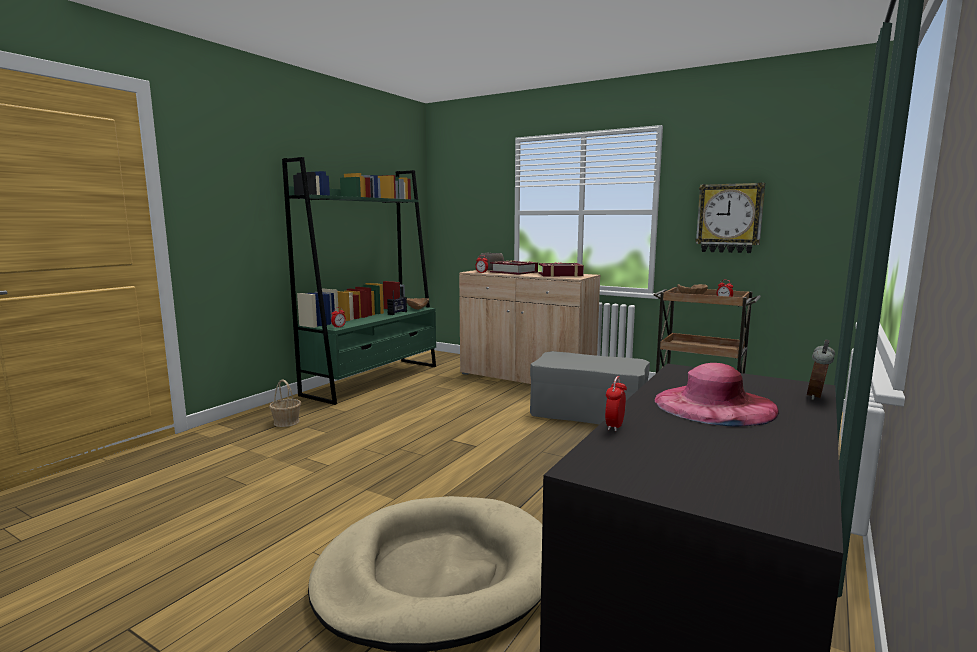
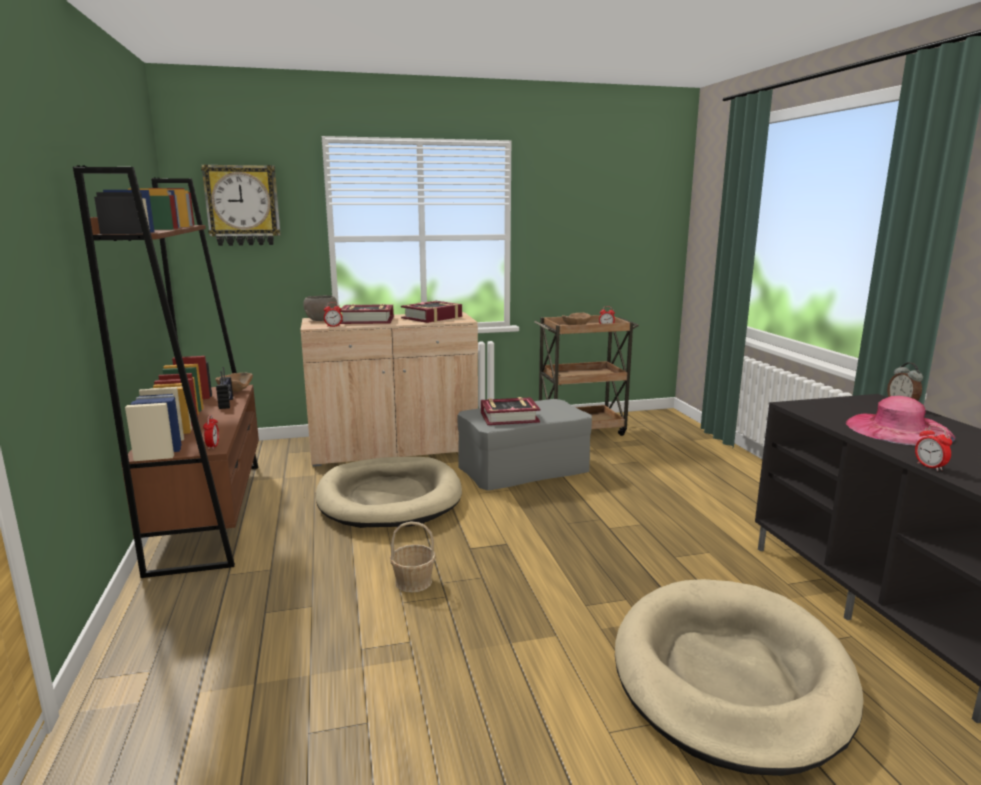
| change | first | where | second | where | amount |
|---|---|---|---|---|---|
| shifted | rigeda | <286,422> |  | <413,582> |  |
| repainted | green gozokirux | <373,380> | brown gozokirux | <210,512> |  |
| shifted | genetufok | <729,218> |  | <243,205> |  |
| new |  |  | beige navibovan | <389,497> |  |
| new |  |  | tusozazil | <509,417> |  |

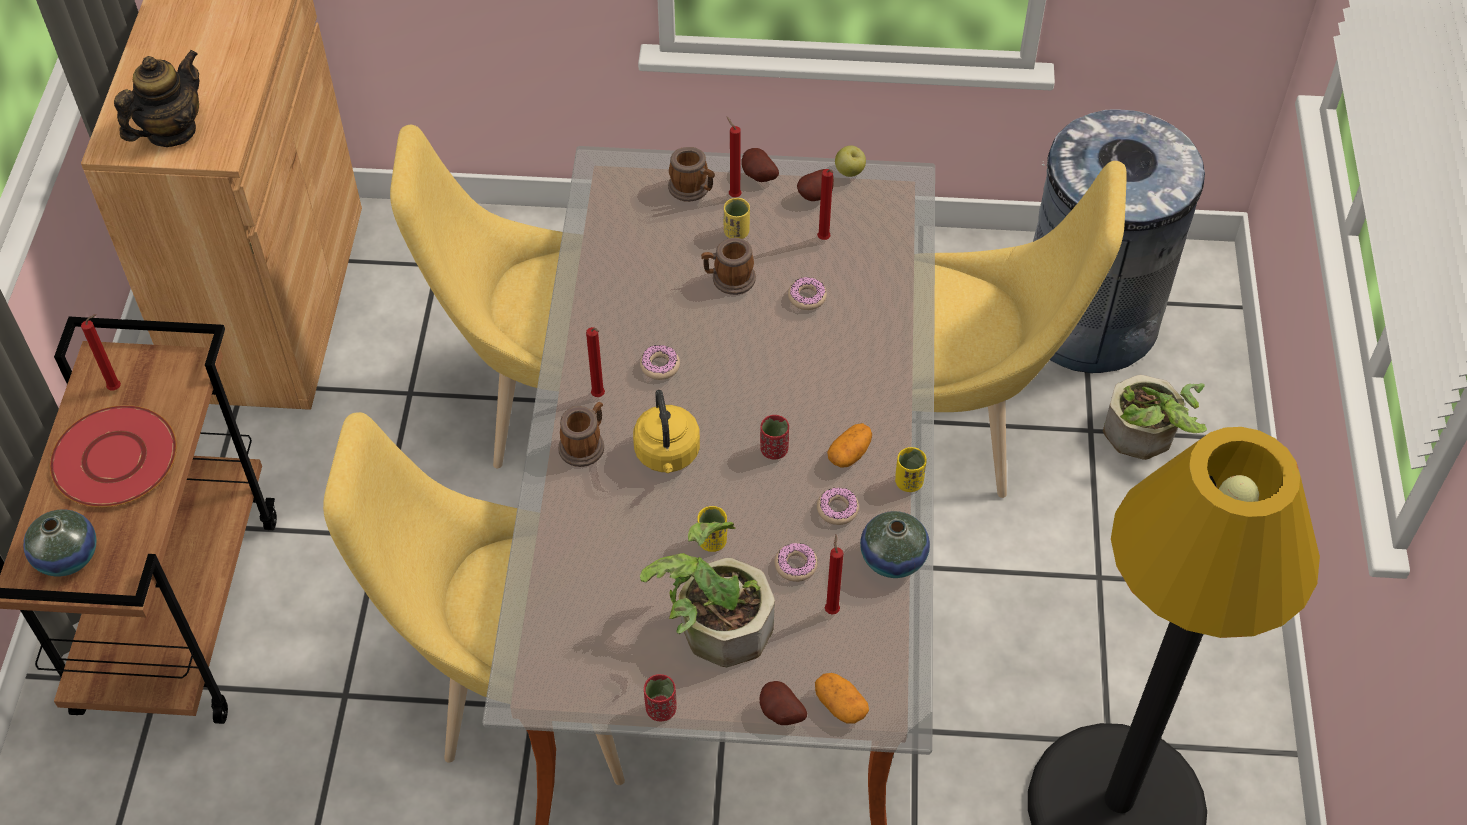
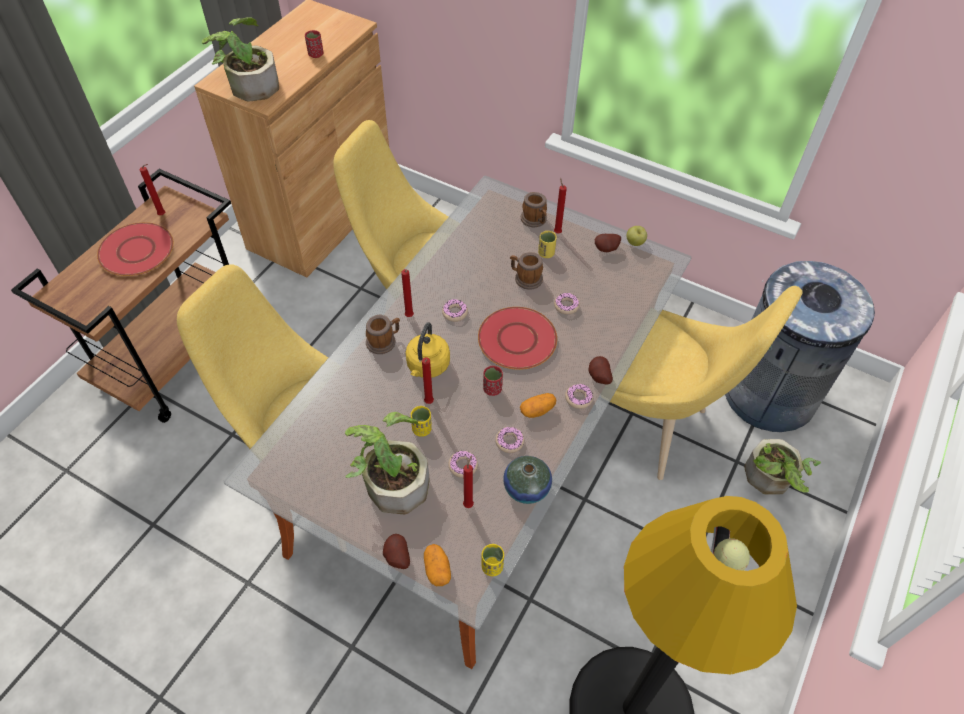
| change | first | where | second | where | amount |
|---|---|---|---|---|---|
| gone | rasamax | <67,556> |  |  |  |
| swapped | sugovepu | <171,131> | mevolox | <249,84> |  |
| shifted | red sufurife | <661,709> |  | <316,54> |  |
| shifted | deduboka | <757,176> |  | <598,377> |  |
| shifted | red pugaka | <824,240> |  | <428,403> |  |
| shifted | yellow sufurife | <908,482> |  | <492,566> |  |
| new |  |  | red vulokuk | <516,339> |  |
| new |  |  | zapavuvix | <578,398> |  |

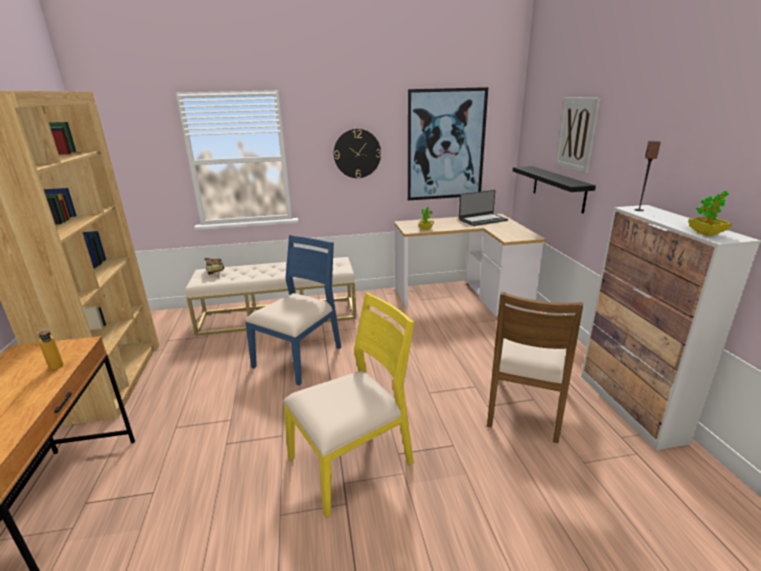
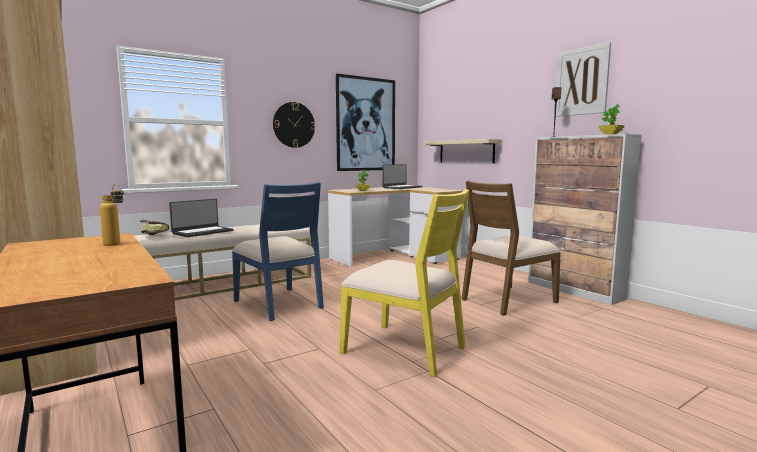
| change | first | where | second | where | amount |
|---|---|---|---|---|---|
| rotated | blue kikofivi | <299,357> |  | <279,304> | 135 degrees clockwise |
| rotated | yellow kikofivi | <352,461> |  | <405,349> | 90 degrees clockwise |
| rotated | brown kikofivi | <525,406> |  | <507,300> | 60 degrees clockwise |
| repainted | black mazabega | <558,188> | beige mazabega | <466,151> |  |
| shifted | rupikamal | <576,134> |  | <582,81> |  |
| new |  |  | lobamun | <202,232> |  |

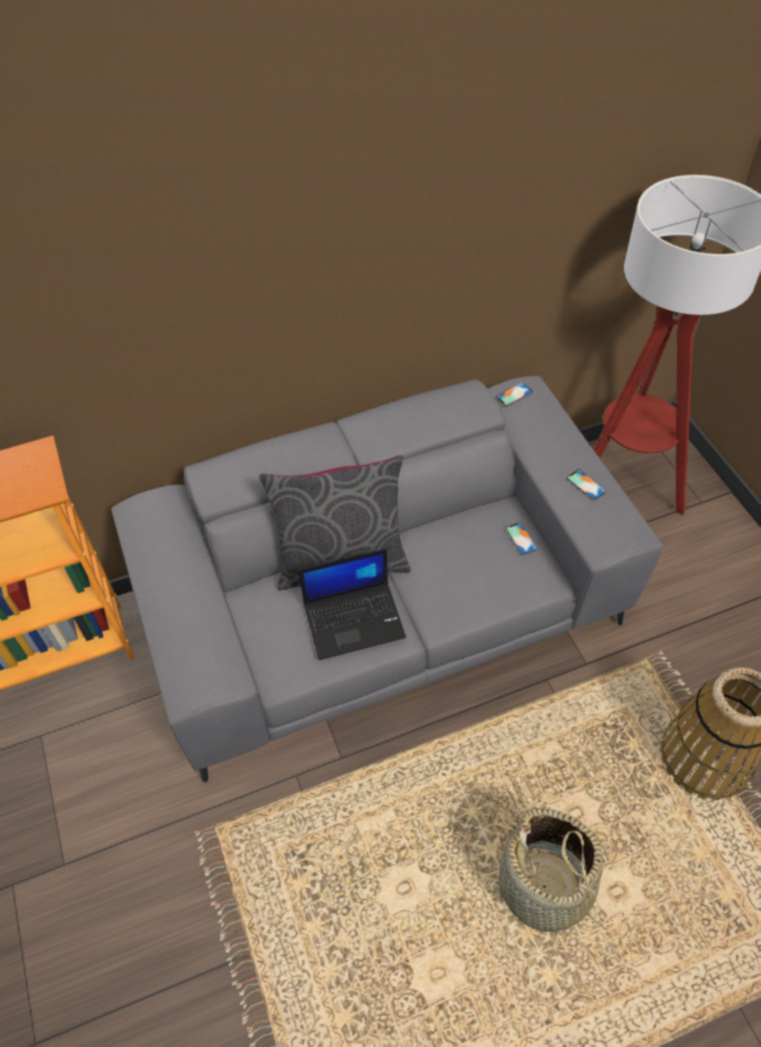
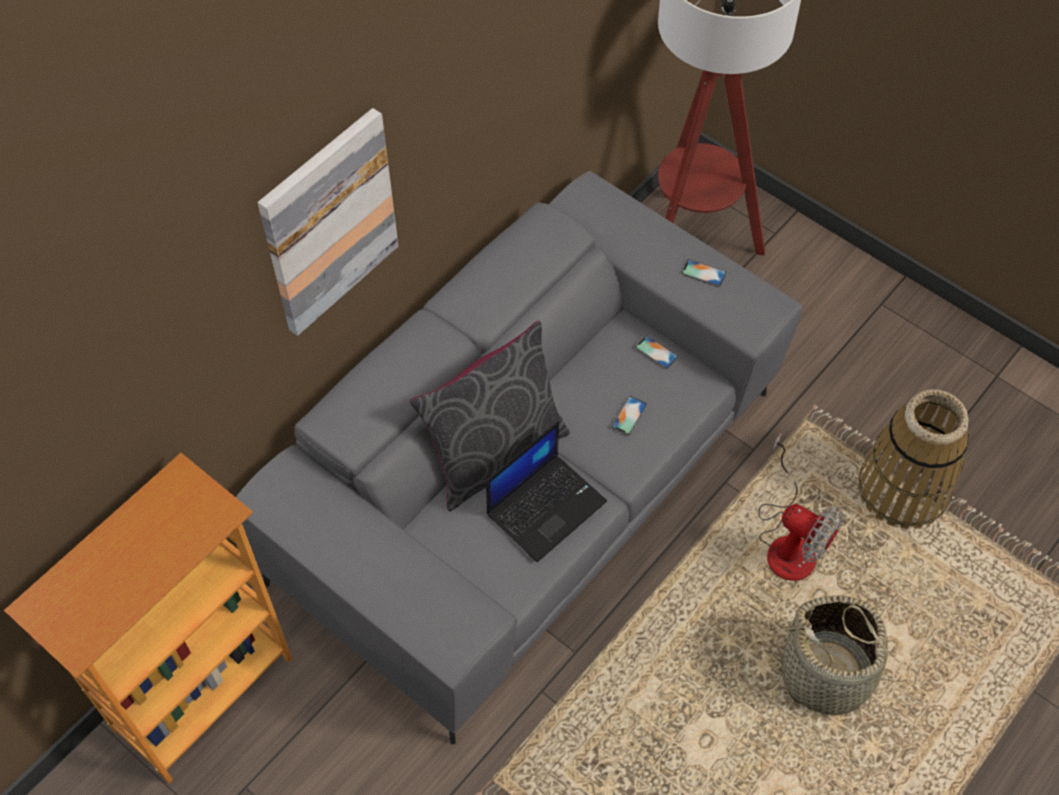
| change | first | where | second | where | amount |
|---|---|---|---|---|---|
| shifted | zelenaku | <514,394> |  | <629,416> |  |
| new |  |  | rupikamal | <329,223> |  |
| new |  |  | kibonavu | <788,541> |  |

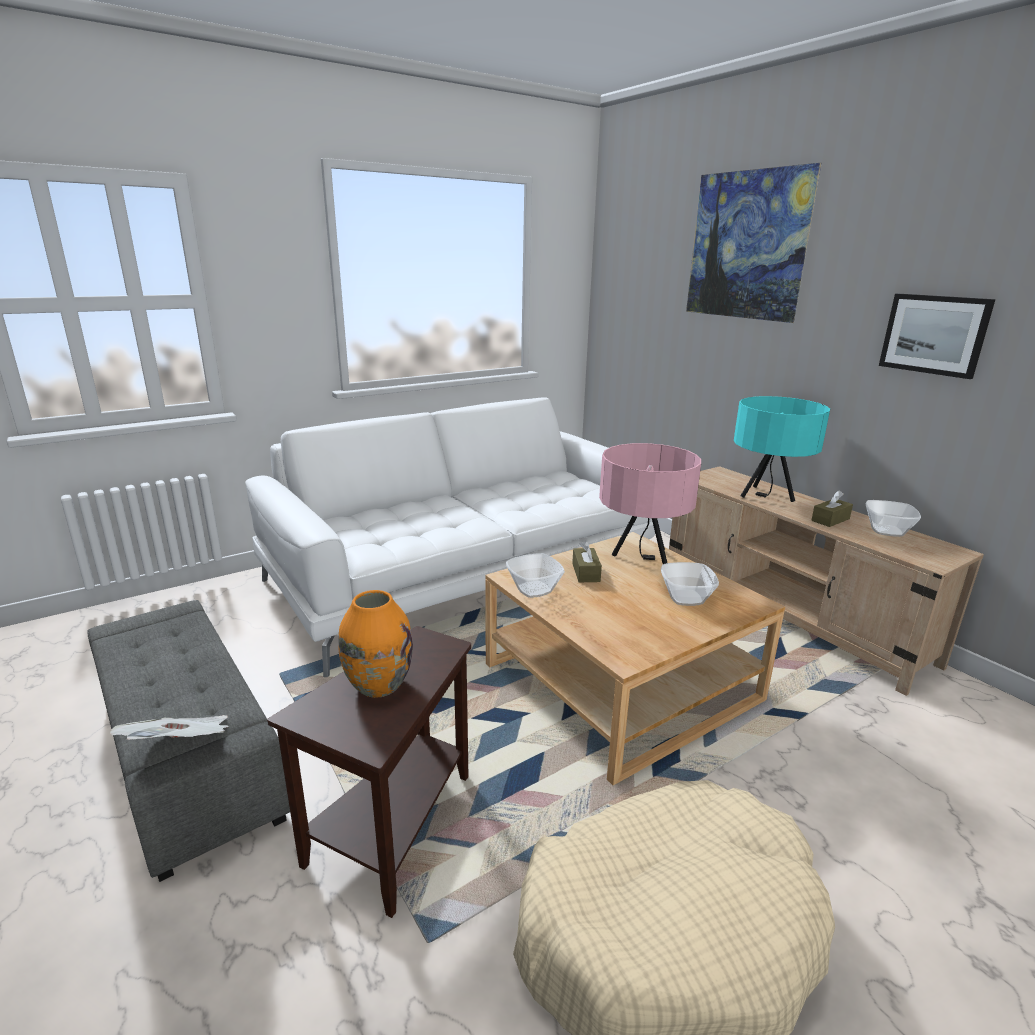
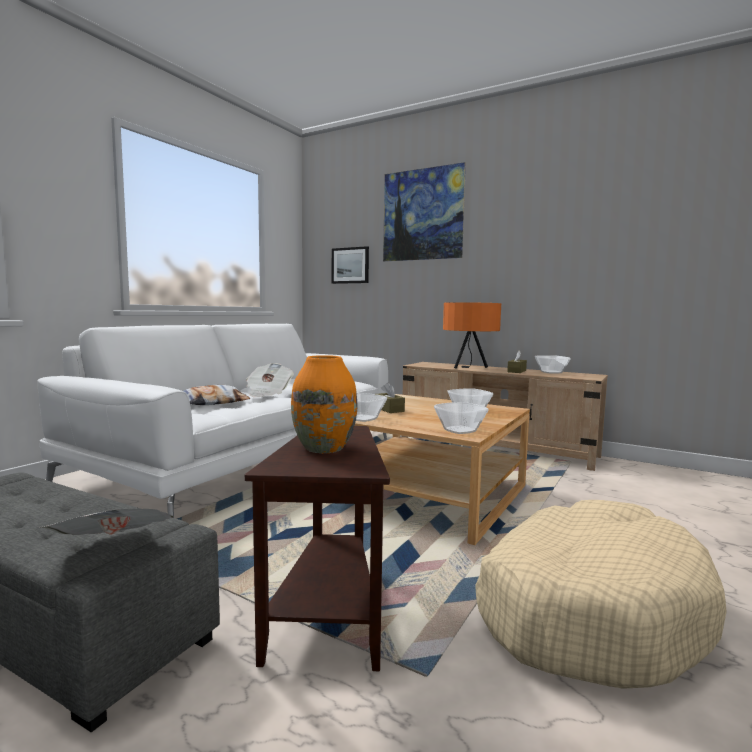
| change | first | where | second | where | amount |
|---|---|---|---|---|---|
| gone | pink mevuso | <641,558> |  |  |  |
| repainted | turquoise mevuso | <767,497> | orange mevuso | <469,367> |  |
| shifted | rupikamal | <934,334> |  | <350,265> |  |
| new |  |  | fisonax | <212,402> |  |
| new |  |  | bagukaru | <268,393> |  |
| new |  |  | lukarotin | <459,430> |  |

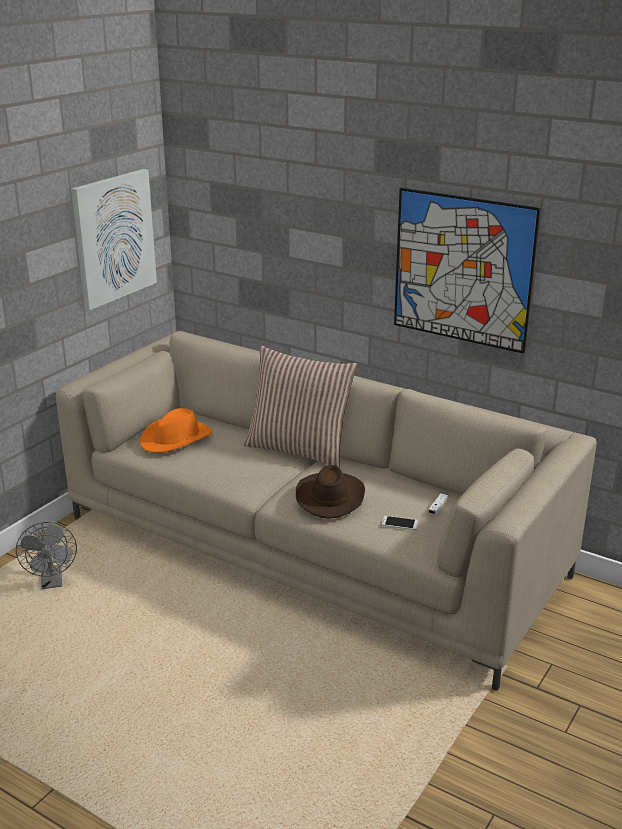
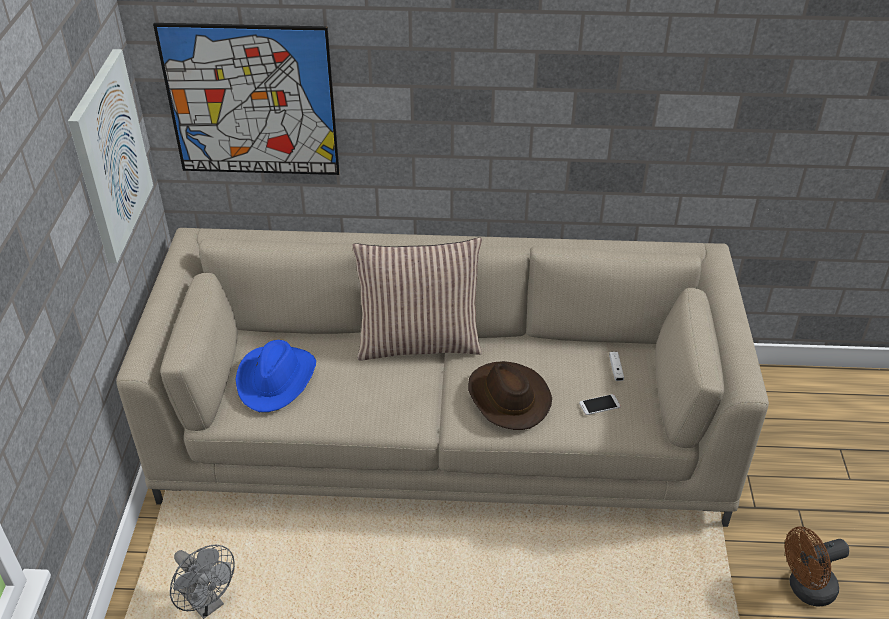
| change | first | where | second | where | amount |
|---|---|---|---|---|---|
| repainted | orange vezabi | <176,439> | blue vezabi | <276,379> |  |
| shifted | rupikamal | <462,269> |  | <251,101> |  |
| new |  |  | brown kibonavu | <805,589> |  |

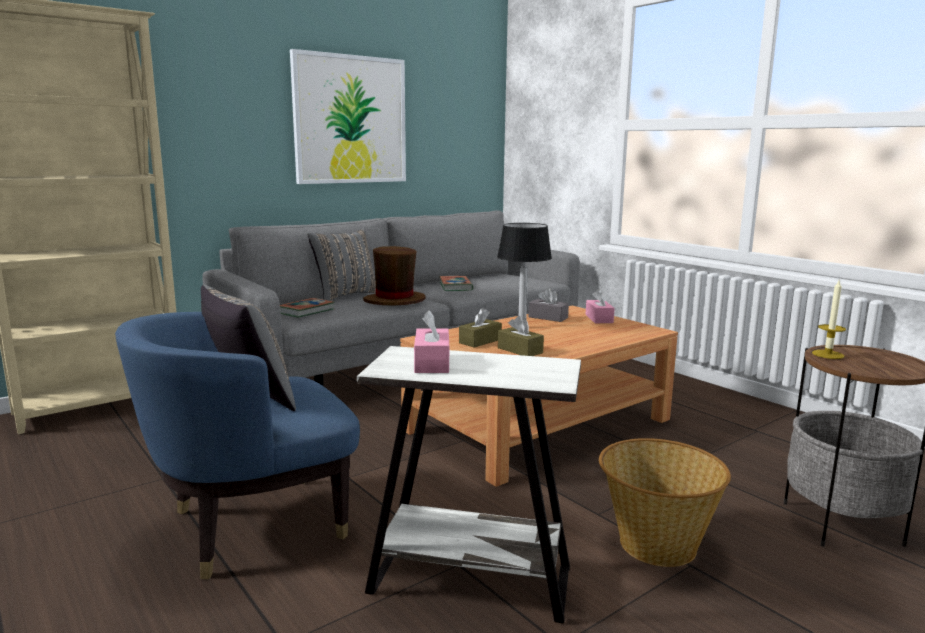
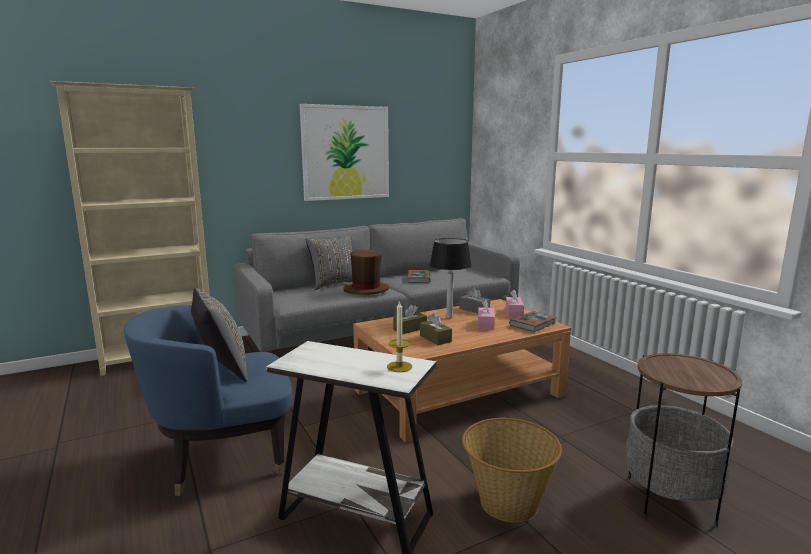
| change | first | where | second | where | amount |
|---|---|---|---|---|---|
| shifted | tusozazil | <305,311> |  | <532,324> |  |
| shifted | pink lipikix | <432,363> |  | <485,324> |  |
| shifted | pugaka | <828,354> |  | <399,367> |  |

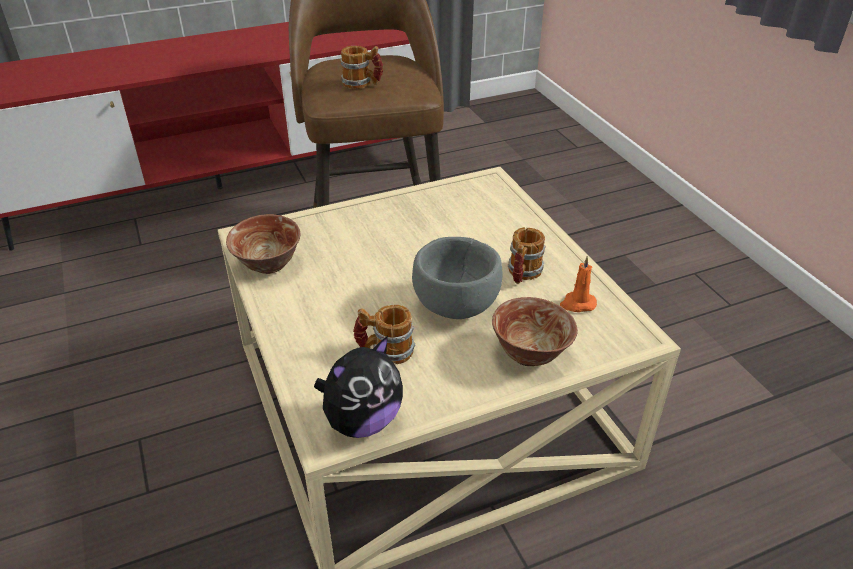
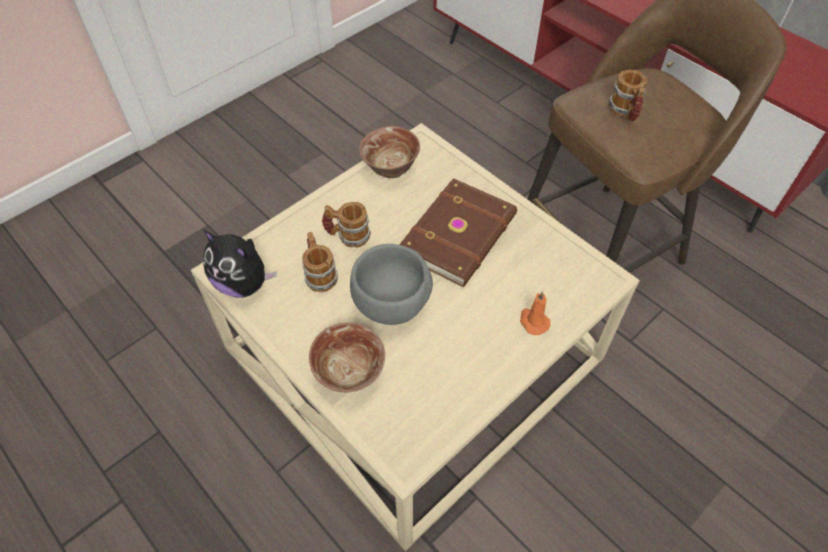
| change | first | where | second | where | amount |
|---|---|---|---|---|---|
| shifted | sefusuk | <522,274> |  | <347,236> |  |
| shifted | orange pugaka | <577,304> |  | <533,321> |  |
| new |  |  | brown tusozazil | <460,235> |  |

